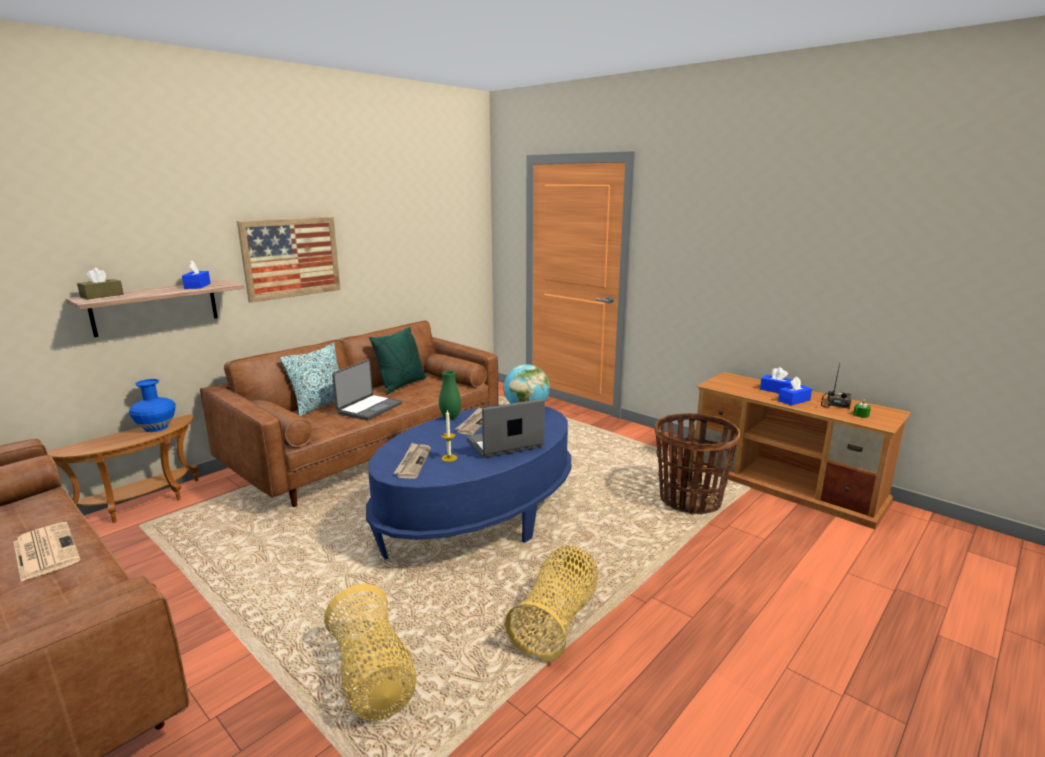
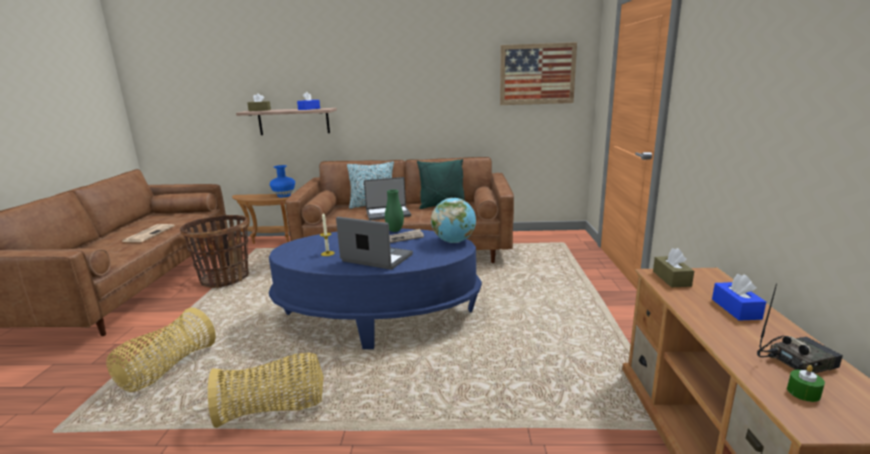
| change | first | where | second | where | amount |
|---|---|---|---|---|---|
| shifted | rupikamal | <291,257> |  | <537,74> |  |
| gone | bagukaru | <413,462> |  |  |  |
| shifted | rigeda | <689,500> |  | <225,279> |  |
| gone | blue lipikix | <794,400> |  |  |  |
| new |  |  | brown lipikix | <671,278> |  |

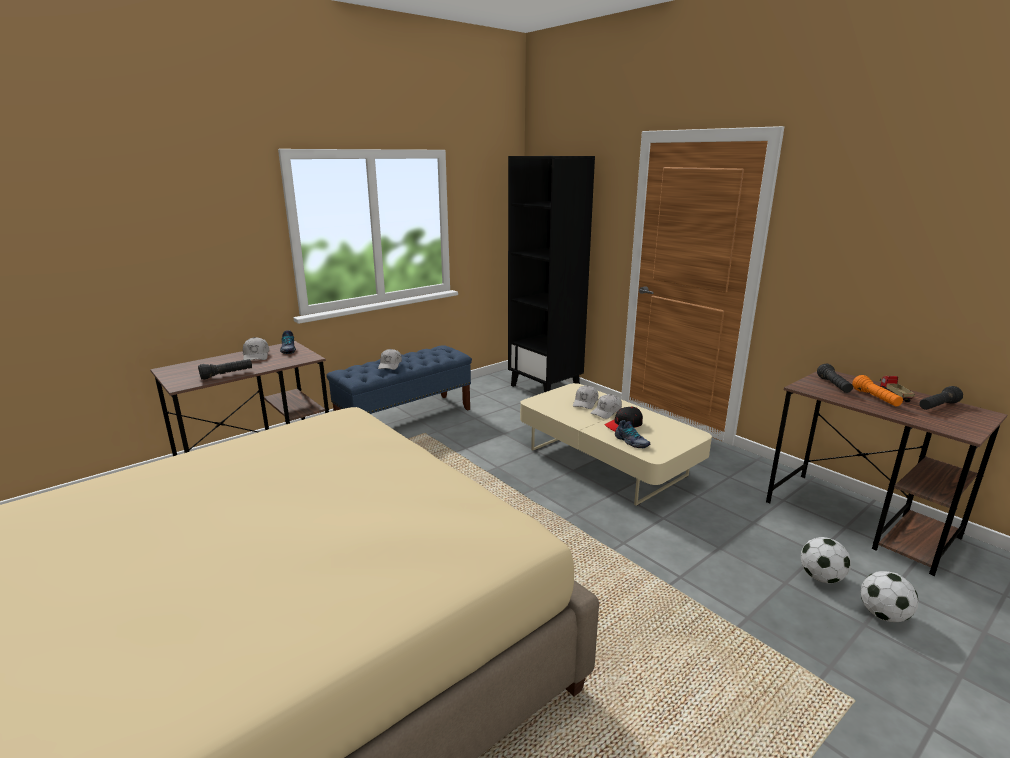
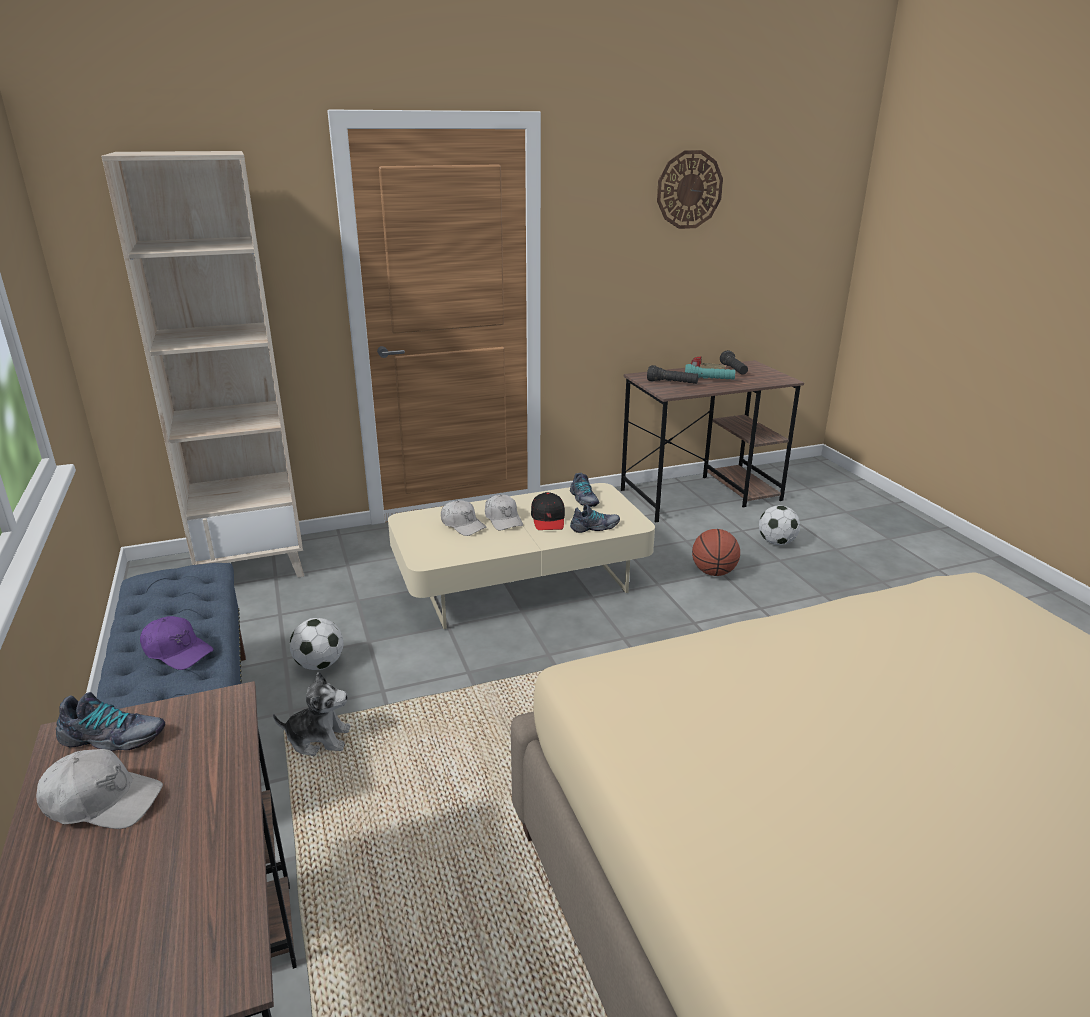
| change | first | where | second | where | amount |
|---|---|---|---|---|---|
| gone | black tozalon | <227,375> |  |  |  |
| repainted | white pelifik | <390,365> | purple pelifik | <177,651> |  |
| repainted | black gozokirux | <545,388> | beige gozokirux | <253,565> |  |
| repainted | orange tozalon | <876,399> | turquoise tozalon | <709,380> |  |
| shifted | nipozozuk | <883,615> |  | <319,664> |  |
| new |  |  | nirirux | <319,738> |  |
| new |  |  | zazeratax | <583,499> |  |
| new |  |  | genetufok | <689,190> |  |
| new |  |  | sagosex | <713,572> |  |

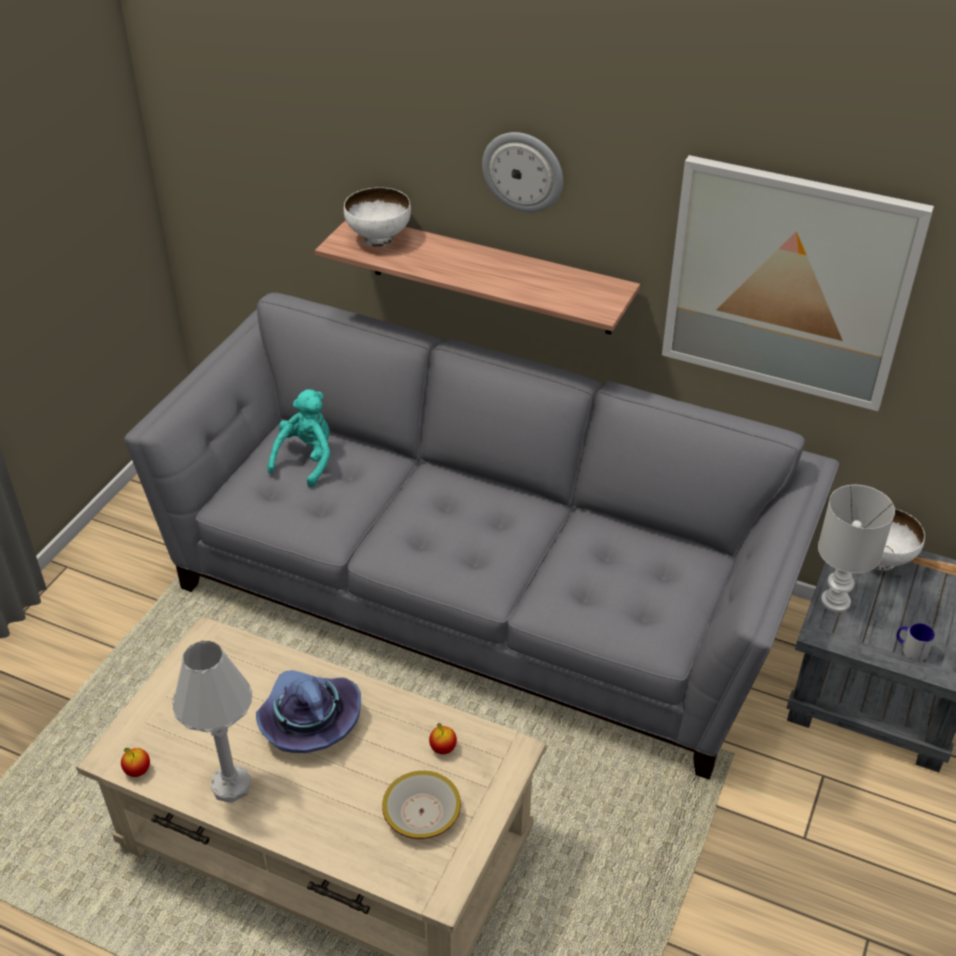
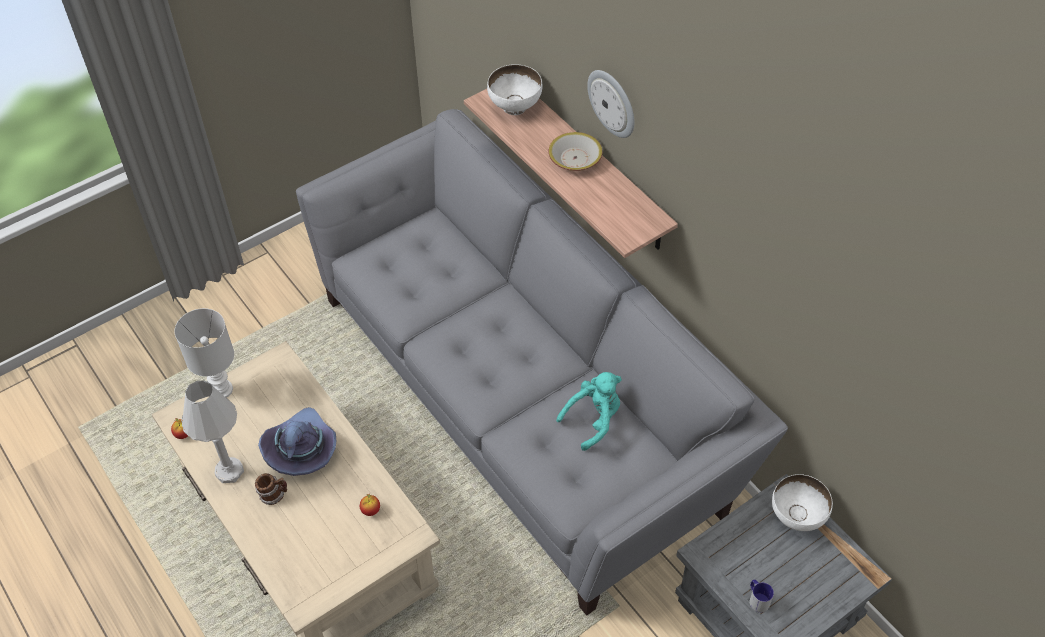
| change | first | where | second | where | amount |
|---|---|---|---|---|---|
| shifted | turquoise nirirux | <306,459> |  | <594,420> |  |
| shifted | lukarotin | <421,812> |  | <575,158> |  |
| gone | rupikamal | <787,283> |  |  |  |
| shifted | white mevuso | <835,602> |  | <220,390> |  |
| new |  |  | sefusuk | <274,495> |  |

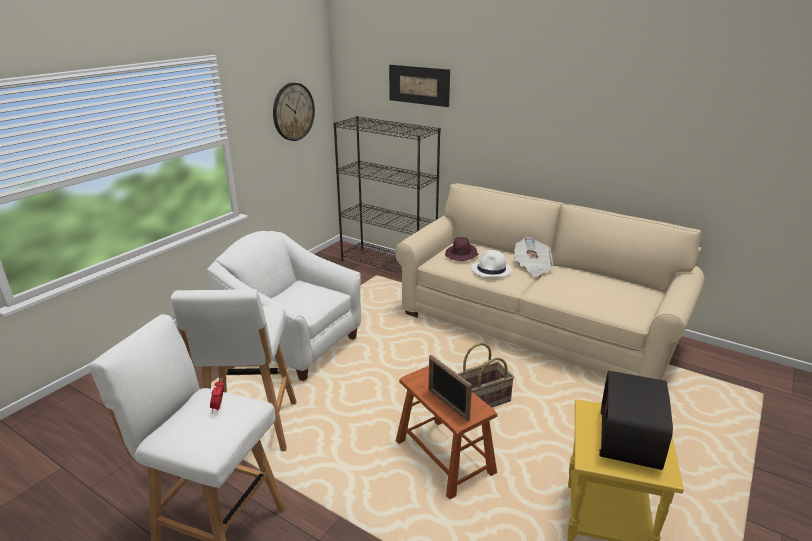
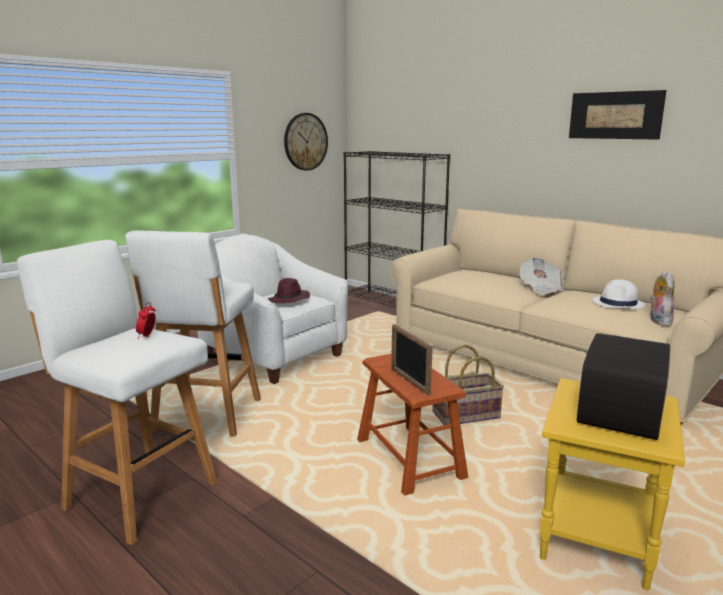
| change | first | where | second | where | amount |
|---|---|---|---|---|---|
| shifted | rupikamal | <419,85> |  | <615,115> |  |
| shifted | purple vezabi | <461,255> |  | <289,300> |  |
| shifted | white vezabi | <491,270> |  | <618,303> |  |
| new |  |  | nirirux | <658,321> |  |

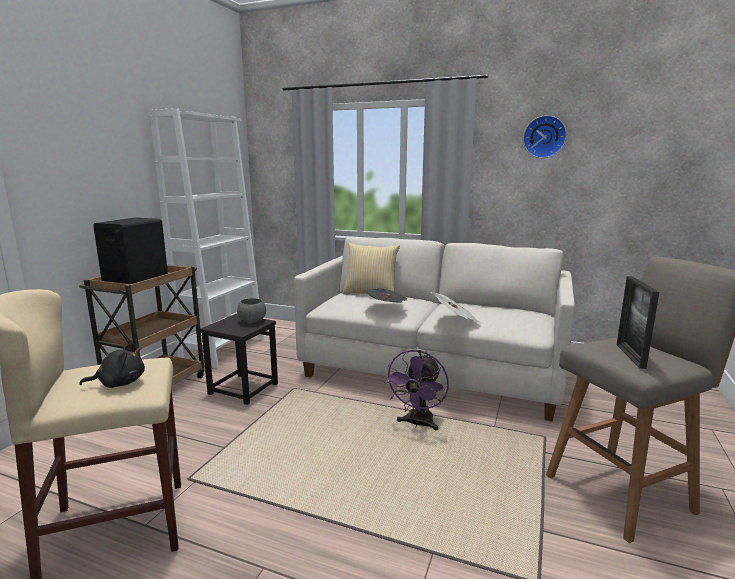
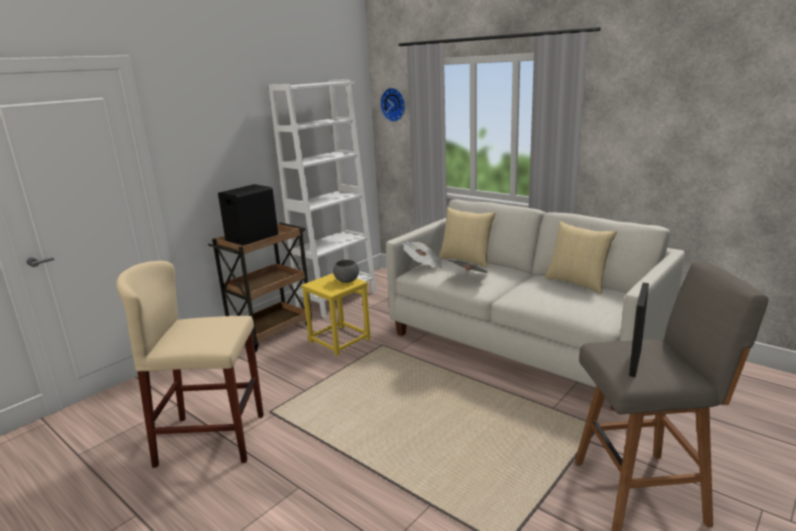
| change | first | where | second | where | amount |
|---|---|---|---|---|---|
| gone | black nirirux | <119,383> |  |  |  |
| repainted | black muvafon | <243,389> | yellow muvafon | <339,340> |  |
| gone | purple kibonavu | <417,424> |  |  |  |
| shifted | bagukaru | <455,320> |  | <423,265> |  |
| shifted | genetufok | <544,137> |  | <394,104> |  |
| new |  |  | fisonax | <577,282> |  |

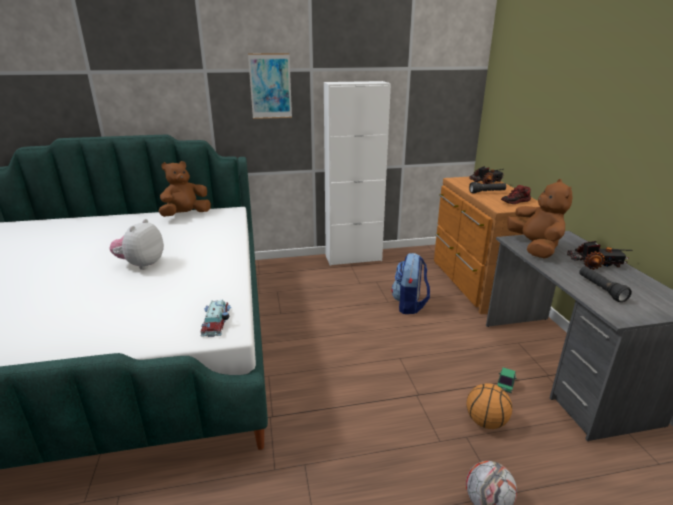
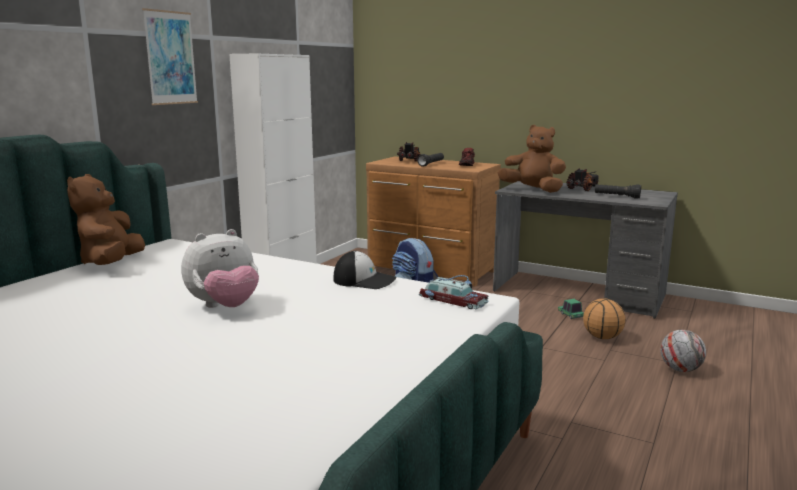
| change | first | where | second | where | amount |
|---|---|---|---|---|---|
| rotated | nirirux | <141,265> |  | <224,307> | 90 degrees counterclockwise |
| new |  |  | pelifik | <365,280> |  |

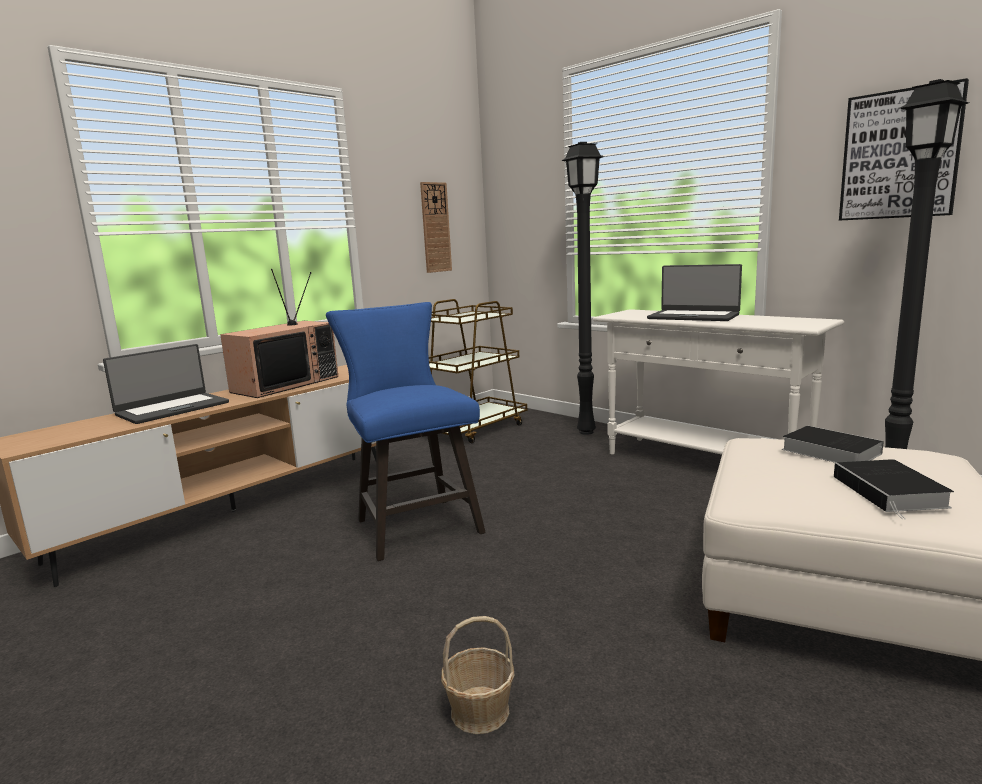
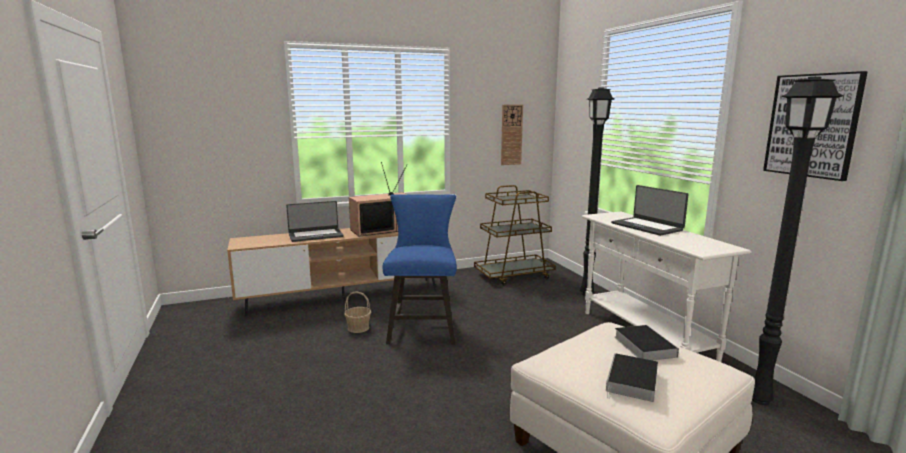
| change | first | where | second | where | amount |
|---|---|---|---|---|---|
| shifted | rigeda | <479,711> |  | <358,328> |  |

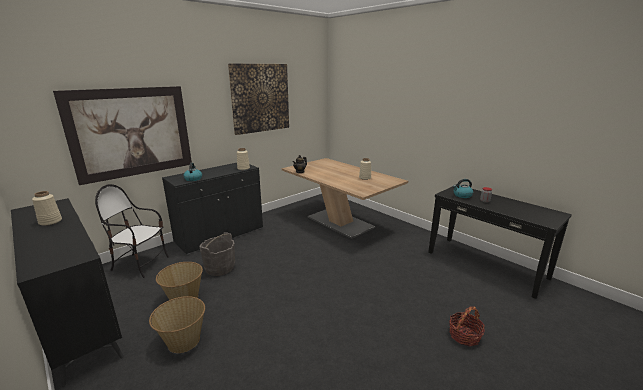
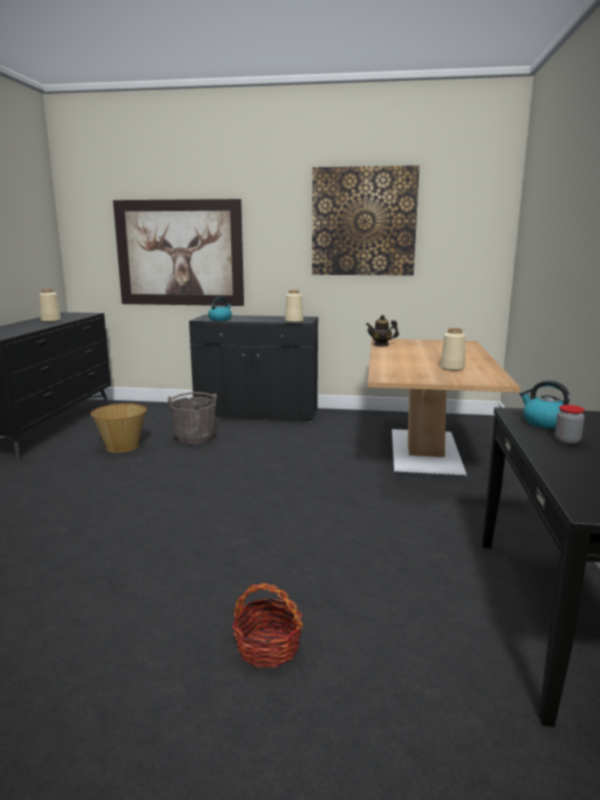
| change | first | where | second | where | amount |
|---|---|---|---|---|---|
| gone | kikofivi | <140,264> |  |  |  |
| gone | rigeda | <183,341> |  |  |  |

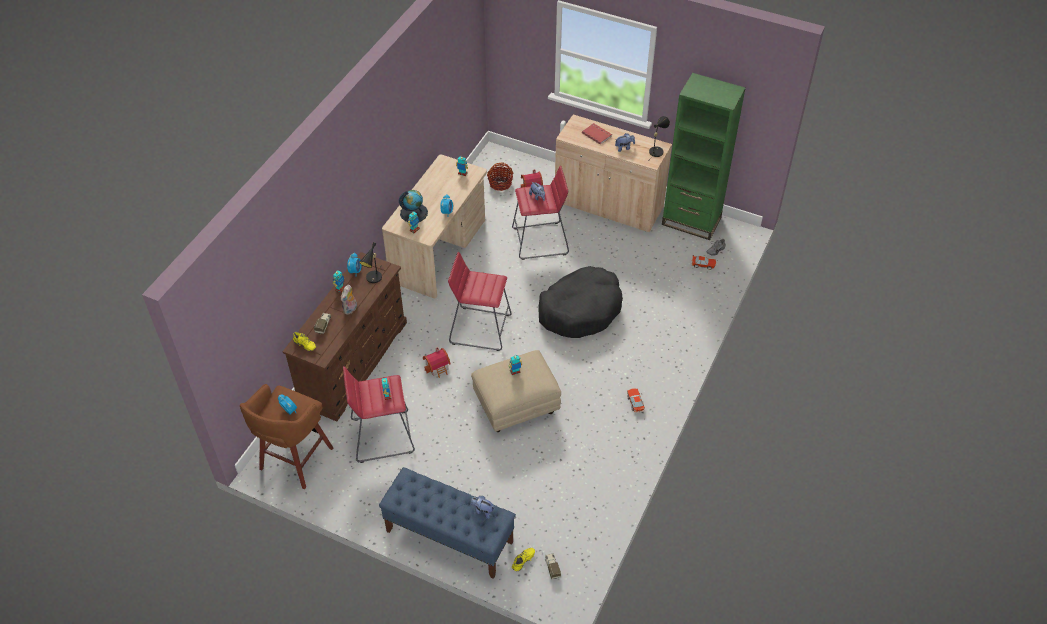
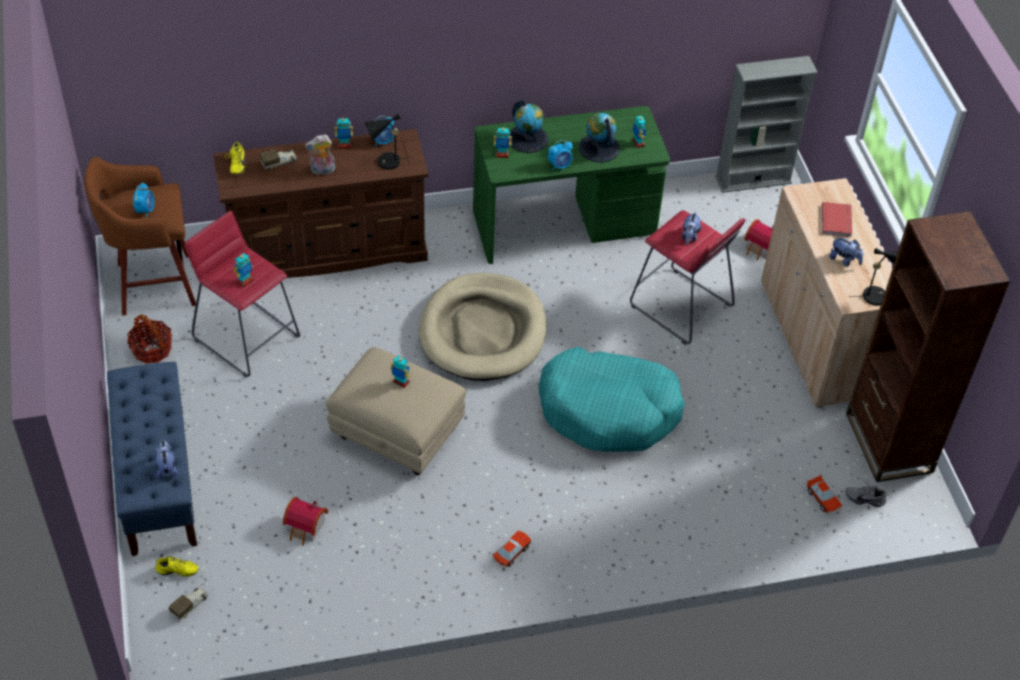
| change | first | where | second | where | amount |
|---|---|---|---|---|---|
| repainted | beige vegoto | <439,251> | green vegoto | <564,224> |  |
| shifted | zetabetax | <438,367> |  | <306,528> |  |
| swapped | red muvafon | <480,329> | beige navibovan | <483,331> |  |
| shifted | rigeda | <500,183> |  | <152,349> |  |
| repainted | black navibovan | <580,310> | turquoise navibovan | <609,410> |  |
| repainted | green gozokirux | <691,221> | brown gozokirux | <888,443> |  |
| new |  |  | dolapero | <599,148> |  |
| new |  |  | grey gozokirux | <753,179> |  |

